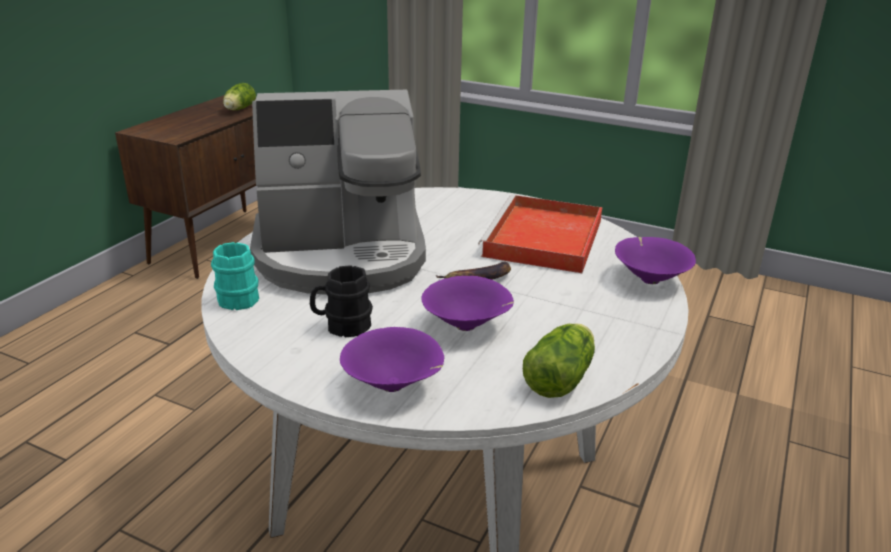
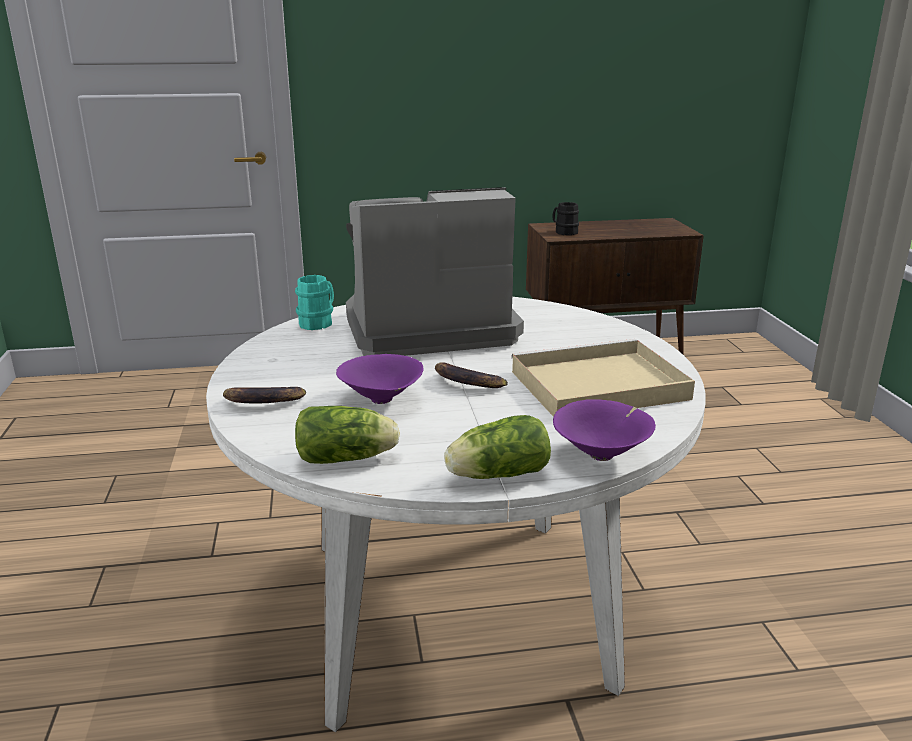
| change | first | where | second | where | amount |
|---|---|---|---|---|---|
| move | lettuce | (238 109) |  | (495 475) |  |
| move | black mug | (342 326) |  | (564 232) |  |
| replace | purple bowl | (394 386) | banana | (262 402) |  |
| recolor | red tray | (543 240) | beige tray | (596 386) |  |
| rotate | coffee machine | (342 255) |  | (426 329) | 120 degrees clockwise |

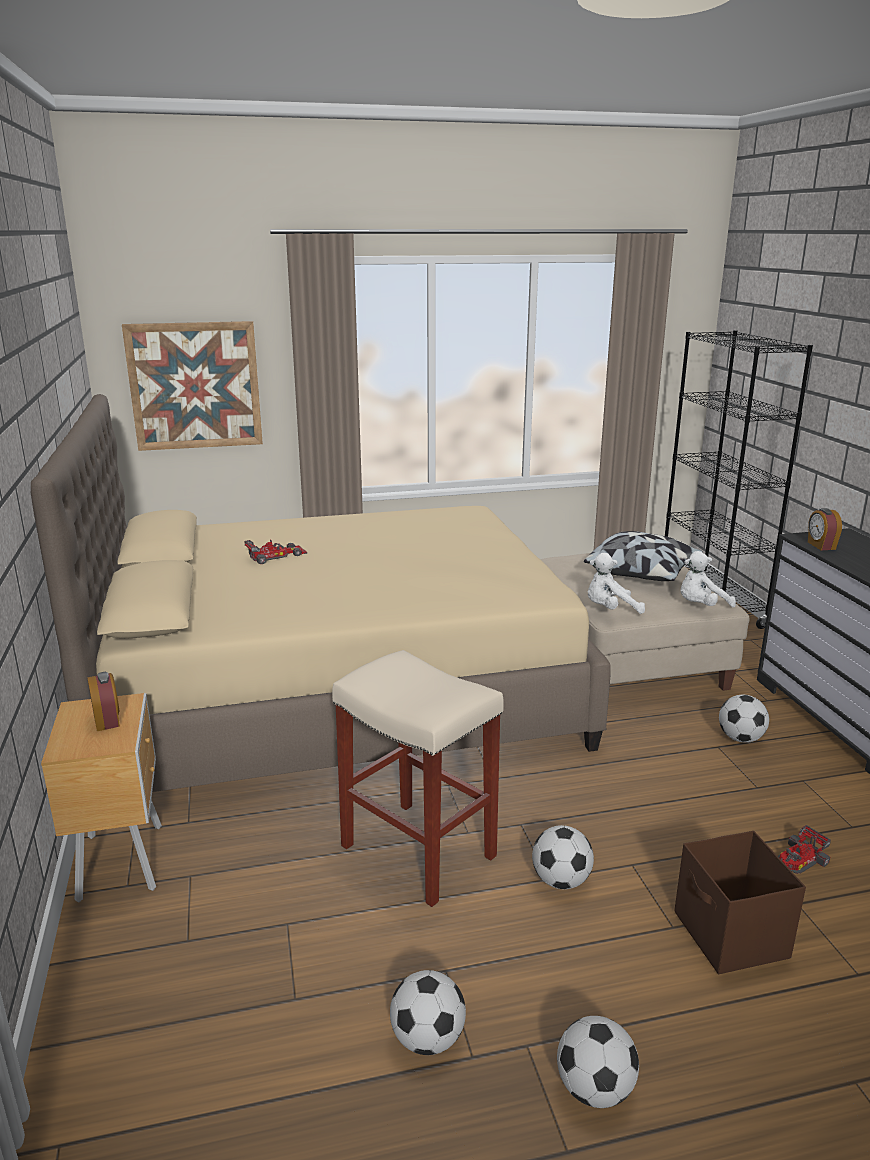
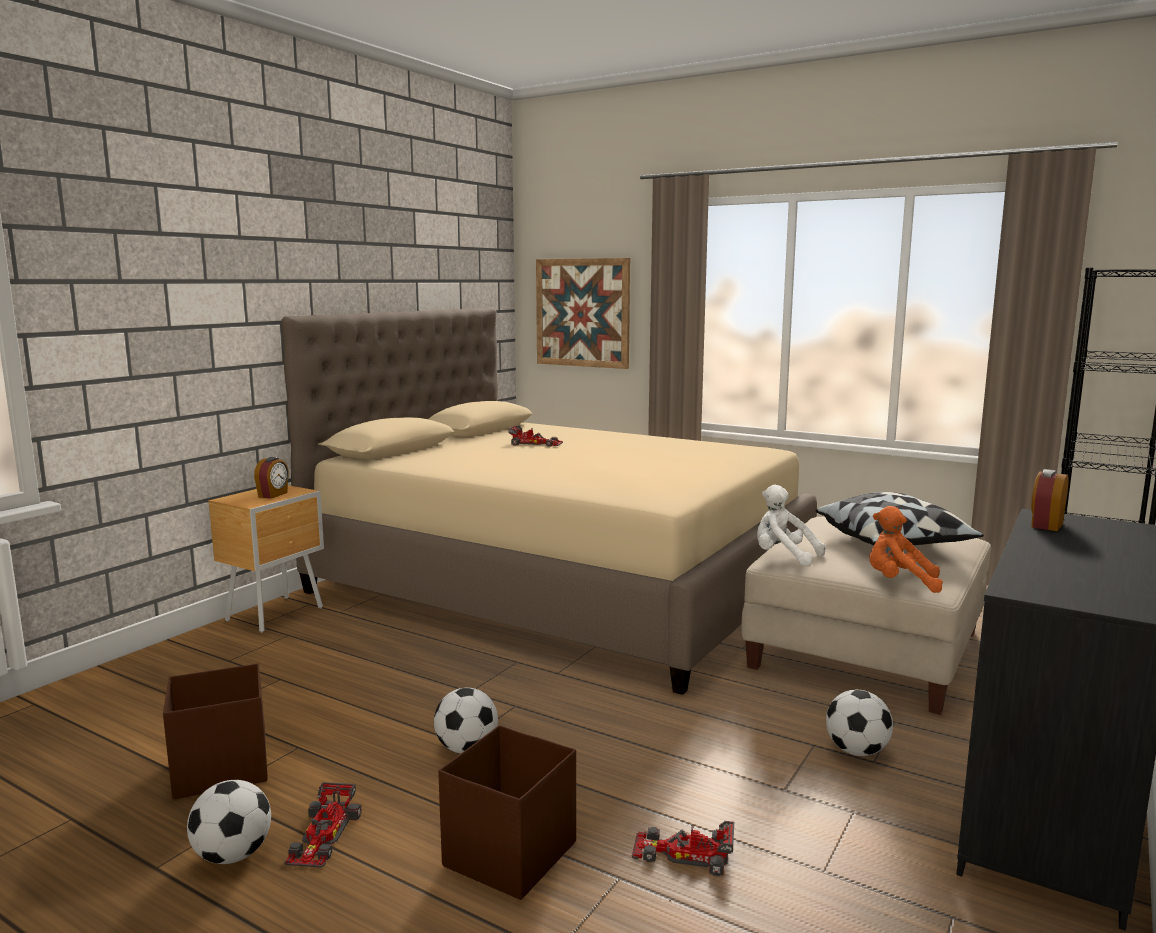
| change | first | where | second | where | amount |
|---|---|---|---|---|---|
| delete | beige stool | (416 851) |  |  |  |
| insert |  |  | toy car | (323 835) |  |
| replace | football | (427 1039) | brown storage box | (220 769) |  |
| recolor | white plush toy | (701 606) | orange plush toy | (899 583) |  |

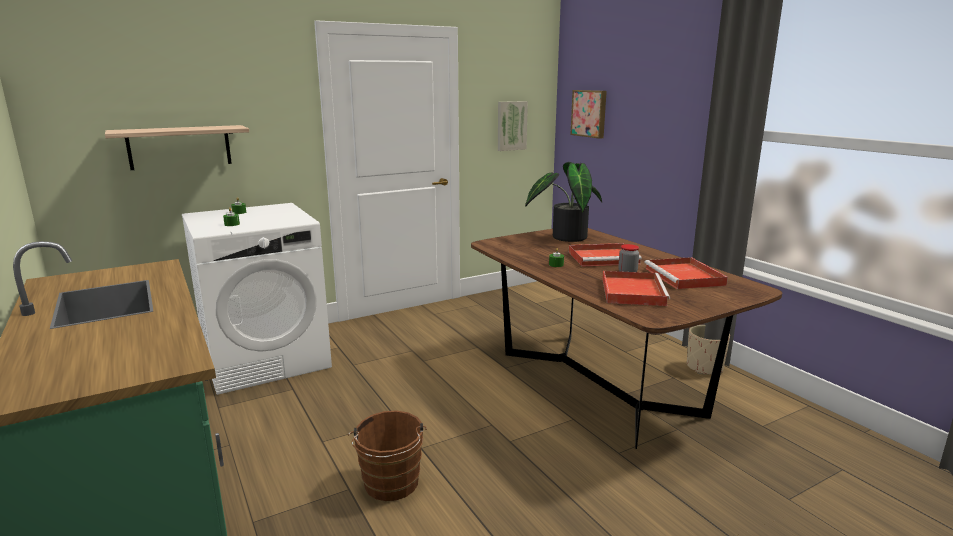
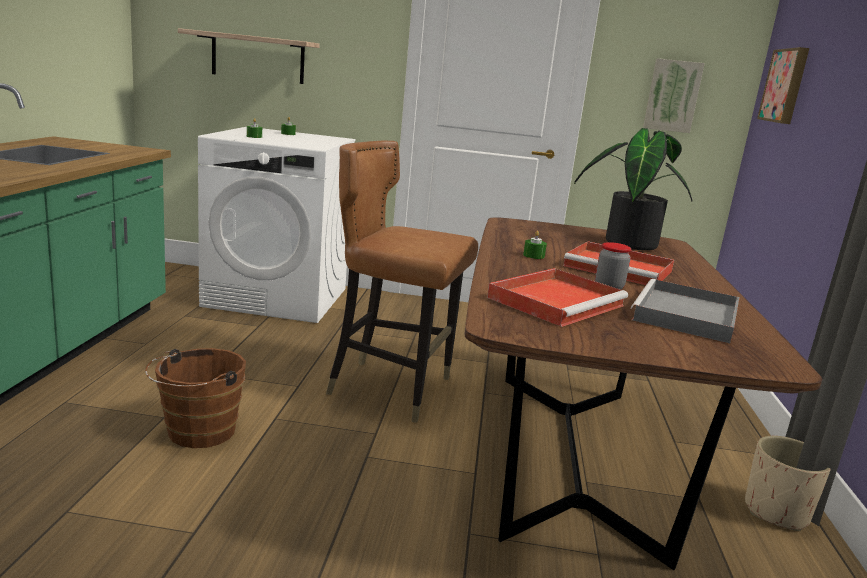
| change | first | where | second | where | amount |
|---|---|---|---|---|---|
| insert |  |  | brown chair | (391 388) |  |
| recolor | red tray | (685 277) | grey tray | (686 316) |  |

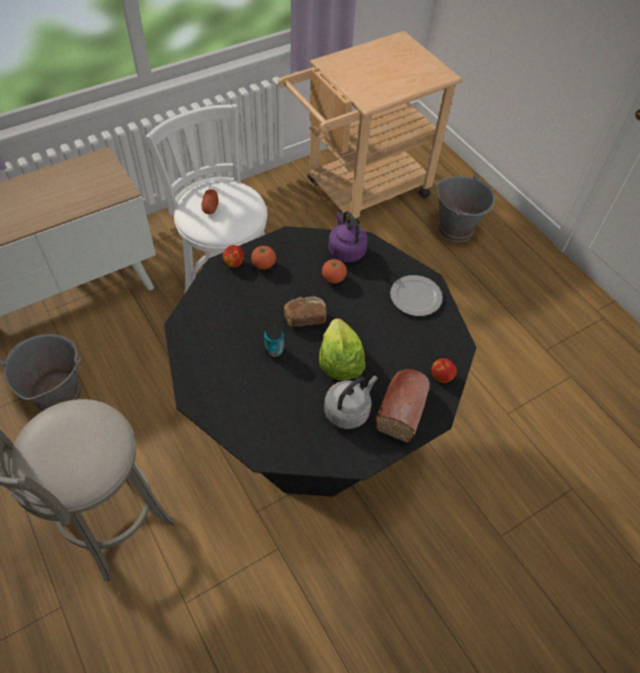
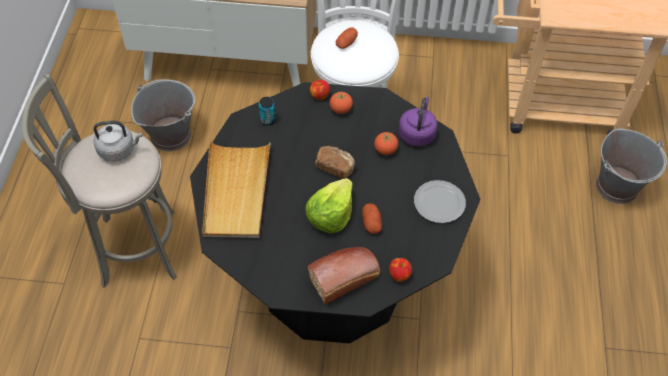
| change | first | where | second | where | amount |
|---|---|---|---|---|---|
| insert |  |  | beige tray | (236 192) |  |
| insert |  |  | potato | (371 223) |  |
| move | can | (274 350) |  | (268 120) |  |
| move | grey kettle | (348 410) |  | (119 150) |  |

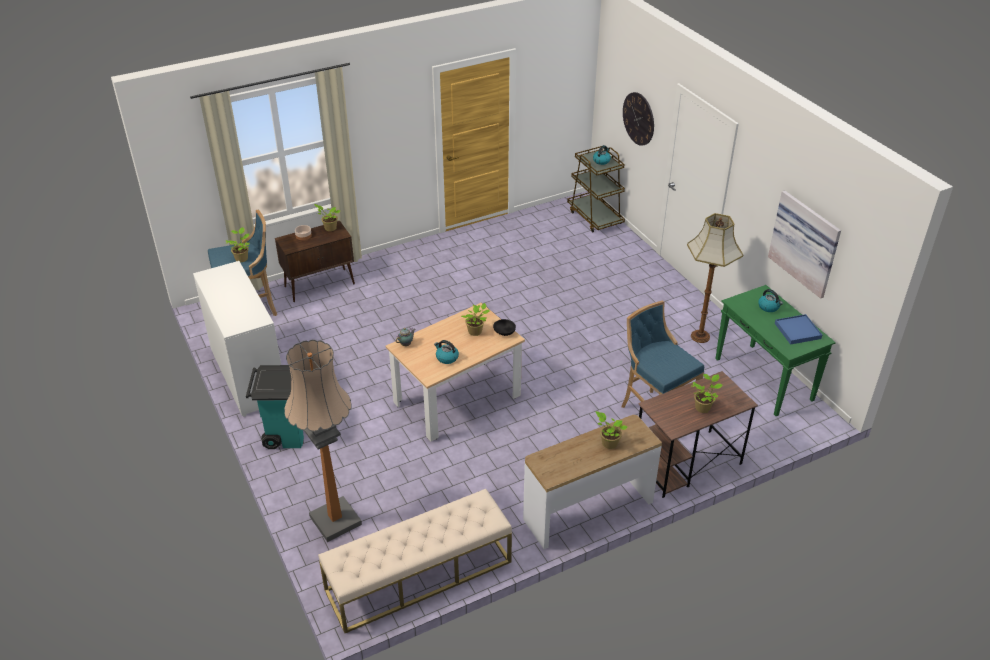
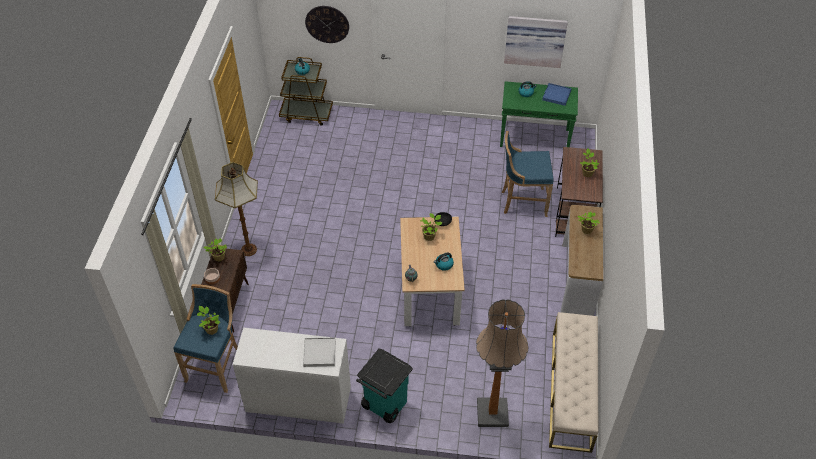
| change | first | where | second | where | amount |
|---|---|---|---|---|---|
| insert |  |  | white tray | (319 353) |  |
| move | floor lamp | (699 337) |  | (248 250) |  |

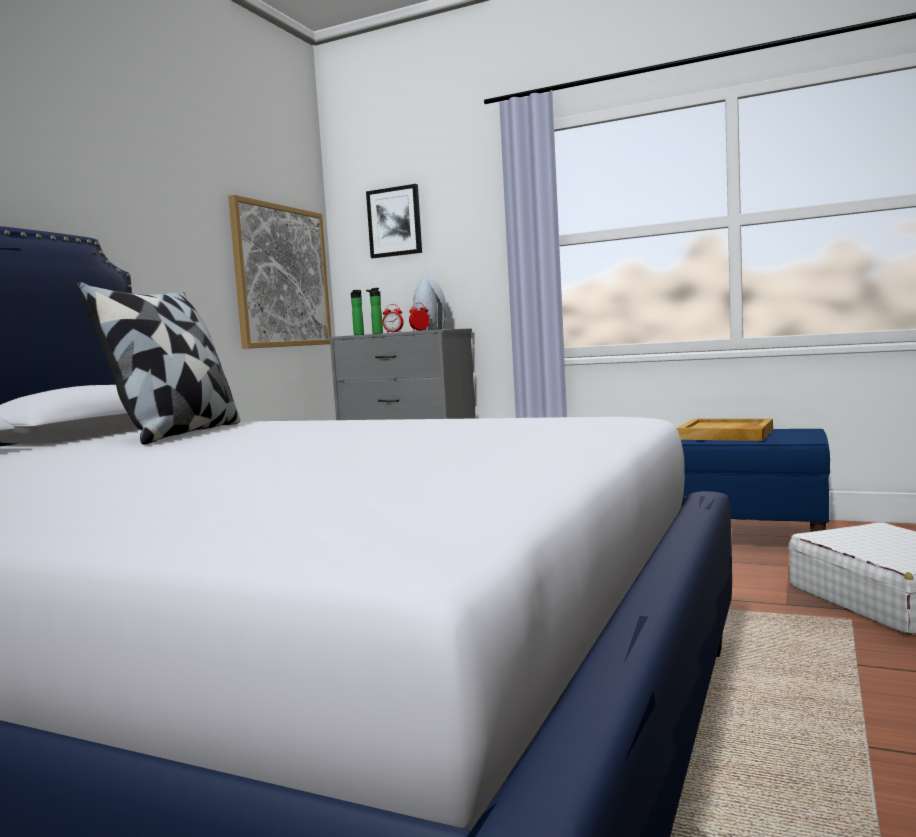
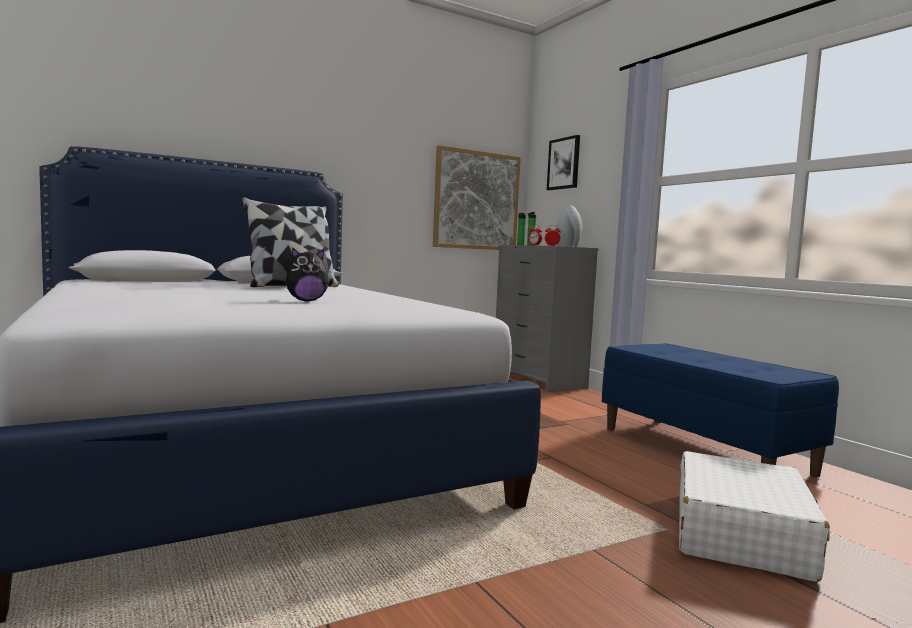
| change | first | where | second | where | amount |
|---|---|---|---|---|---|
| delete | beige tray | (726 434) |  |  |  |
| insert |  |  | plush toy | (306 301) |  |

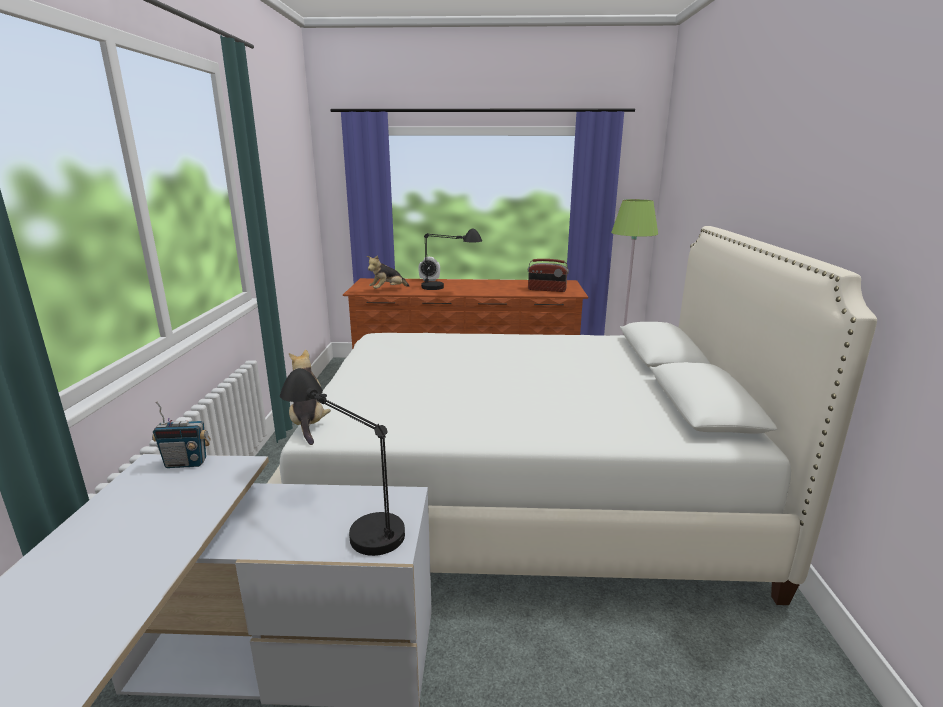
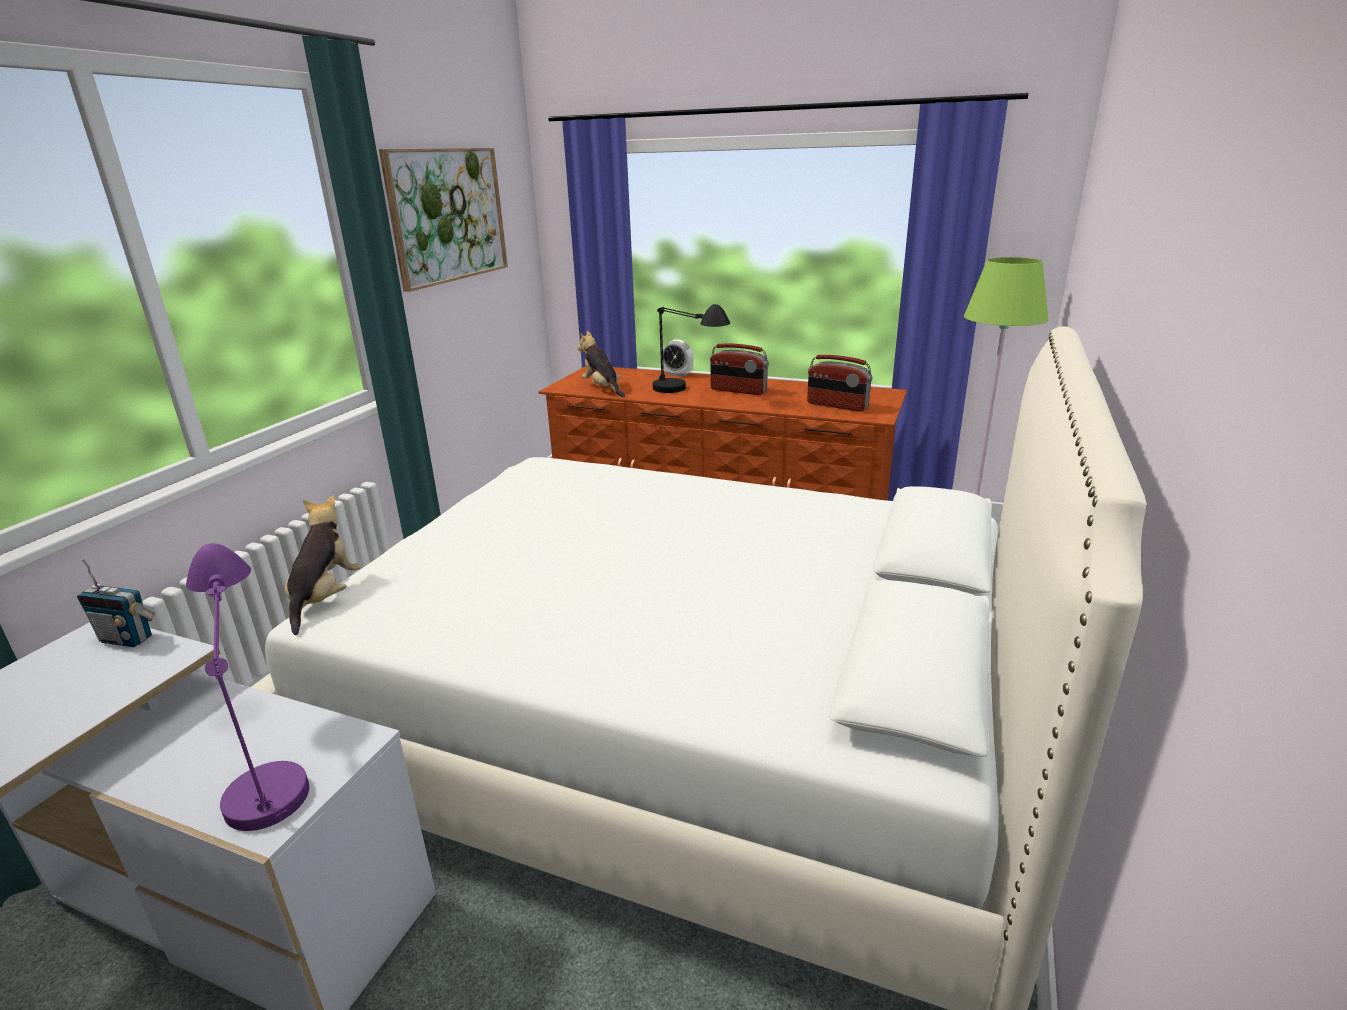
| change | first | where | second | where | amount |
|---|---|---|---|---|---|
| insert |  |  | picture | (448 215) |  |
| insert |  |  | radio | (738 391) |  |
| recolor | black table lamp | (348 516) | purple table lamp | (264 755) |  |
| rotate | plush toy | (387 290) |  | (602 388) | 75 degrees clockwise |

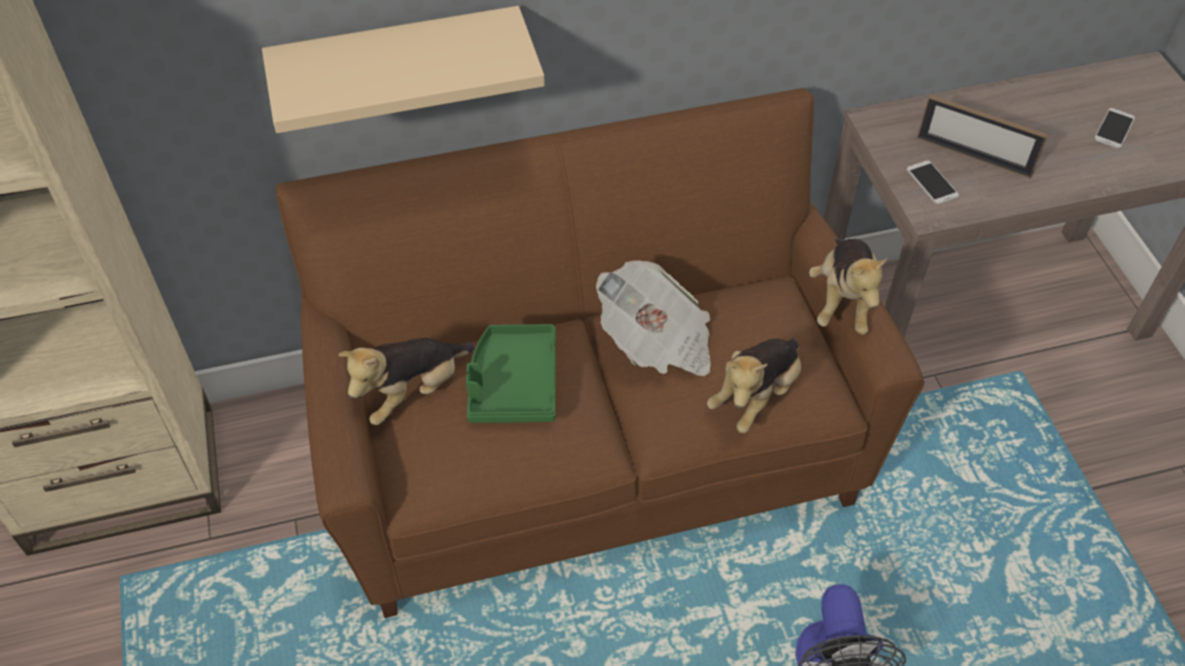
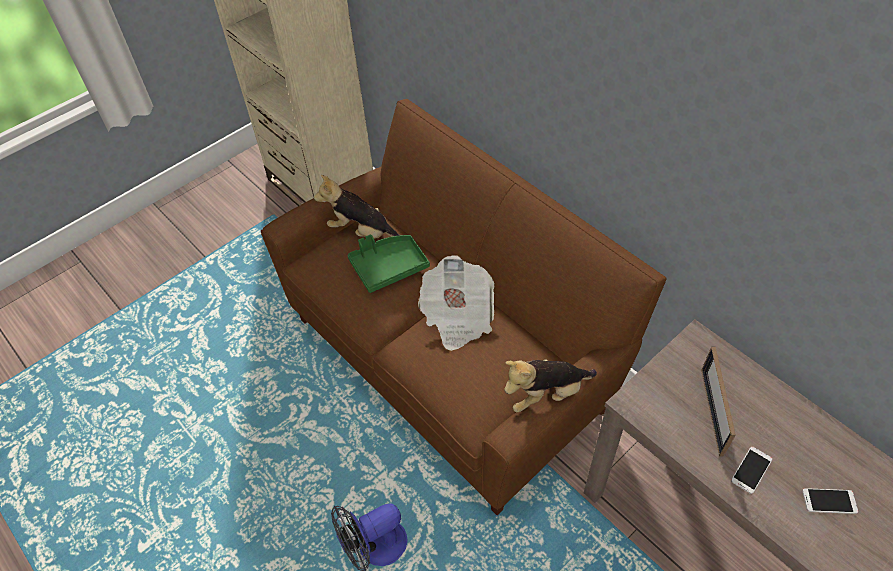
| change | first | where | second | where | amount |
|---|---|---|---|---|---|
| delete | beige shelf | (398 66) |  |  |  |
| delete | plush toy | (756 396) |  |  |  |
| move | phone | (932 183) |  | (751 470) |  |

